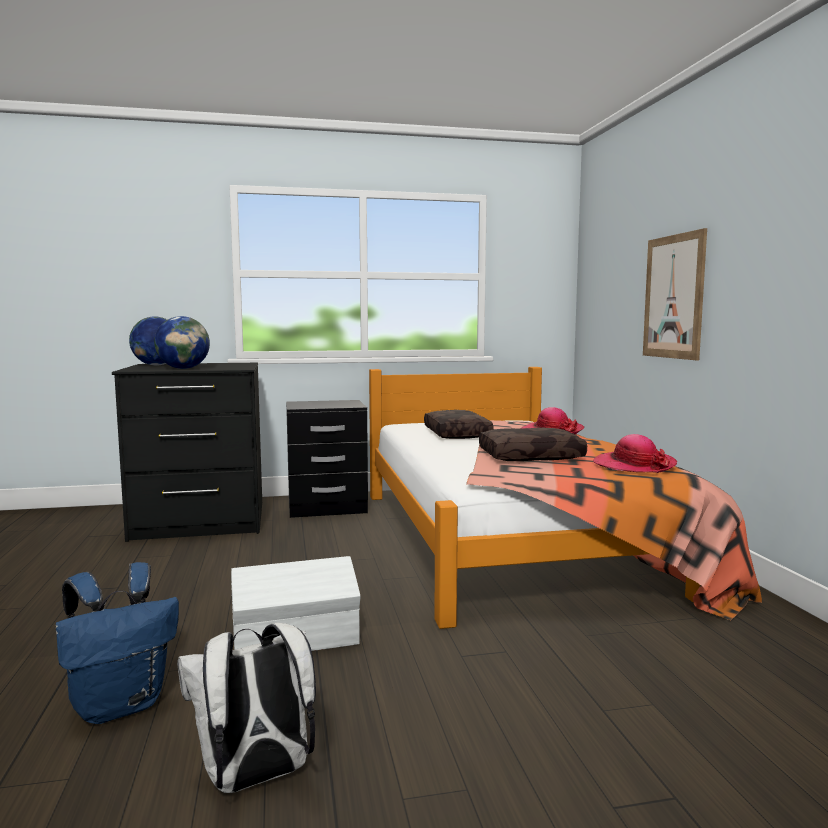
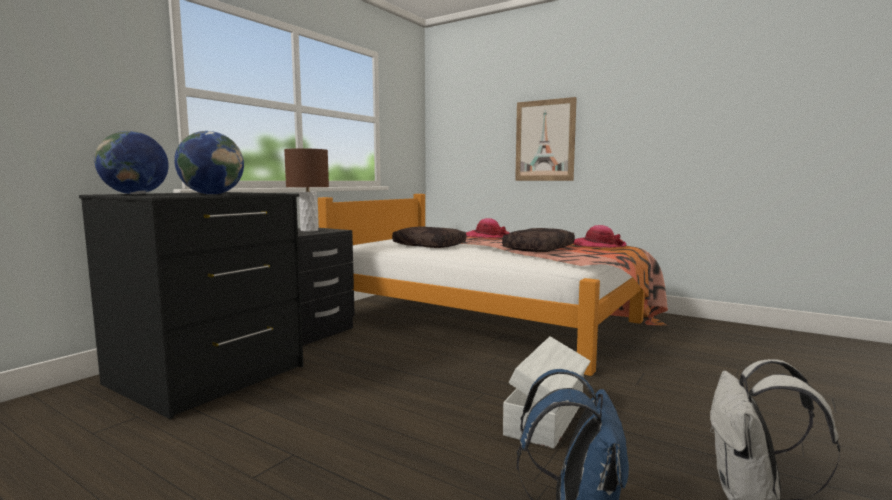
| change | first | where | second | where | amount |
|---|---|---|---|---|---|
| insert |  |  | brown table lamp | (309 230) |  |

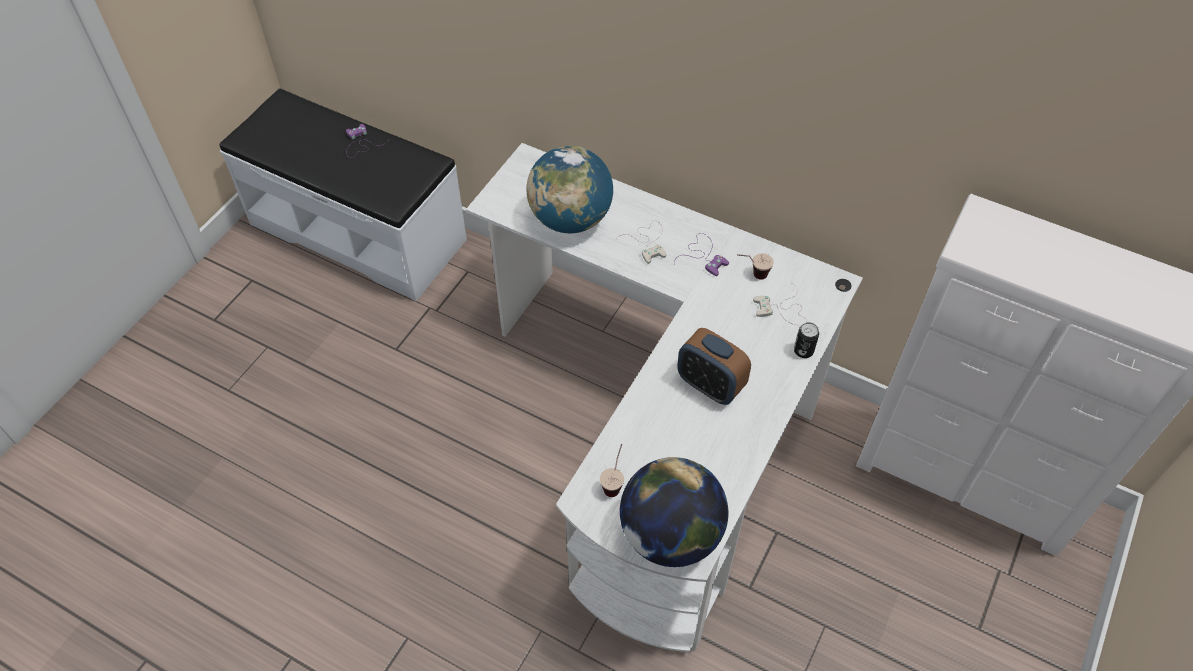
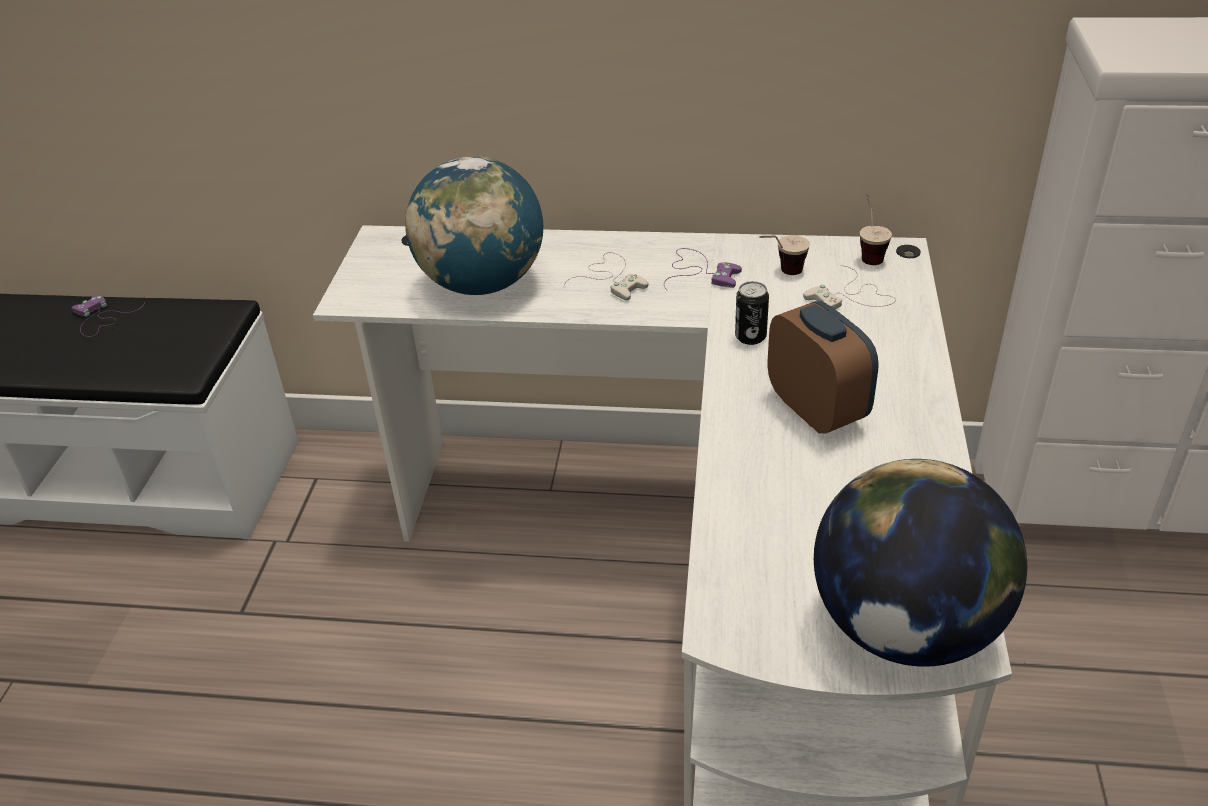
| change | first | where | second | where | amount |
|---|---|---|---|---|---|
| move | cup | (614 481) |  | (869 253) |  |
| move | can | (803 351) |  | (750 337) |  |
| rotate | alarm clock | (710 385) |  | (817 410) | 135 degrees counterclockwise |

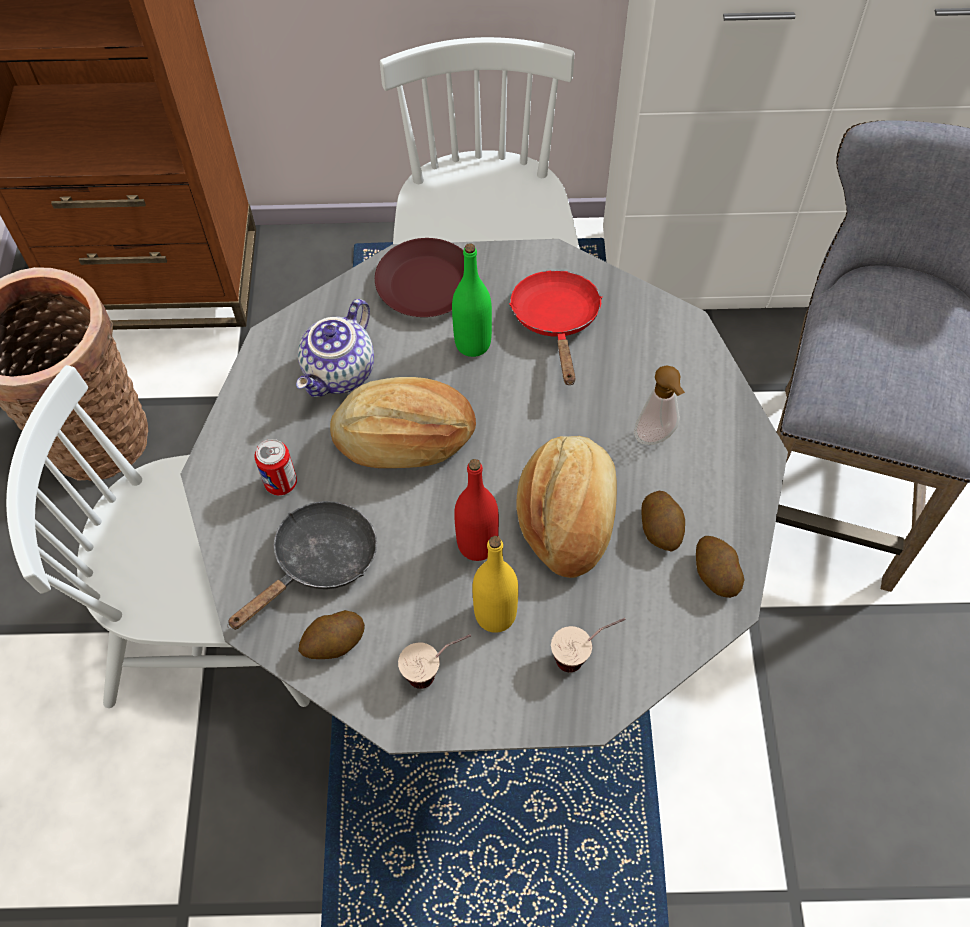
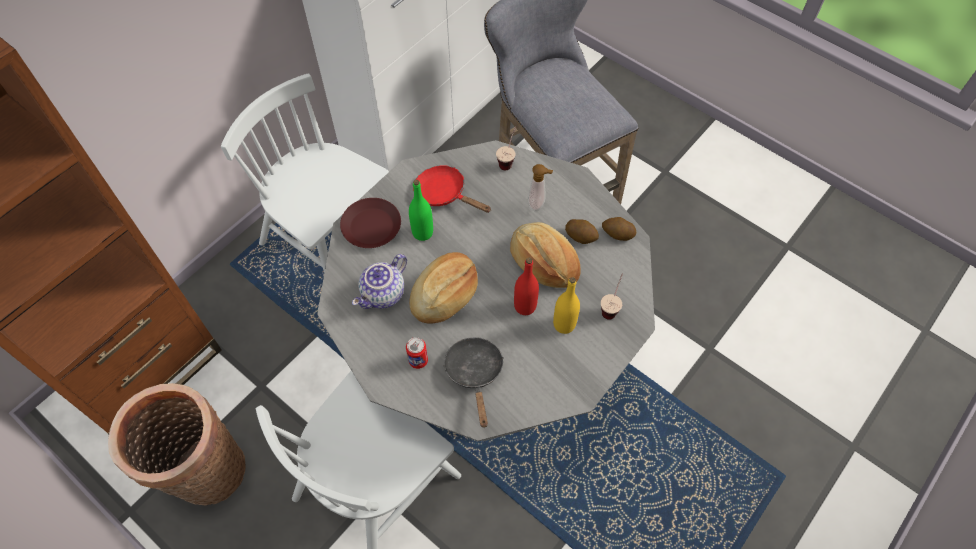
| change | first | where | second | where | amount |
|---|---|---|---|---|---|
| delete | potato | (334 643) |  |  |  |
| move | cup | (437 671) |  | (508 160) |  |
| rotate | teapot | (340 373) |  | (384 295) | 60 degrees clockwise |

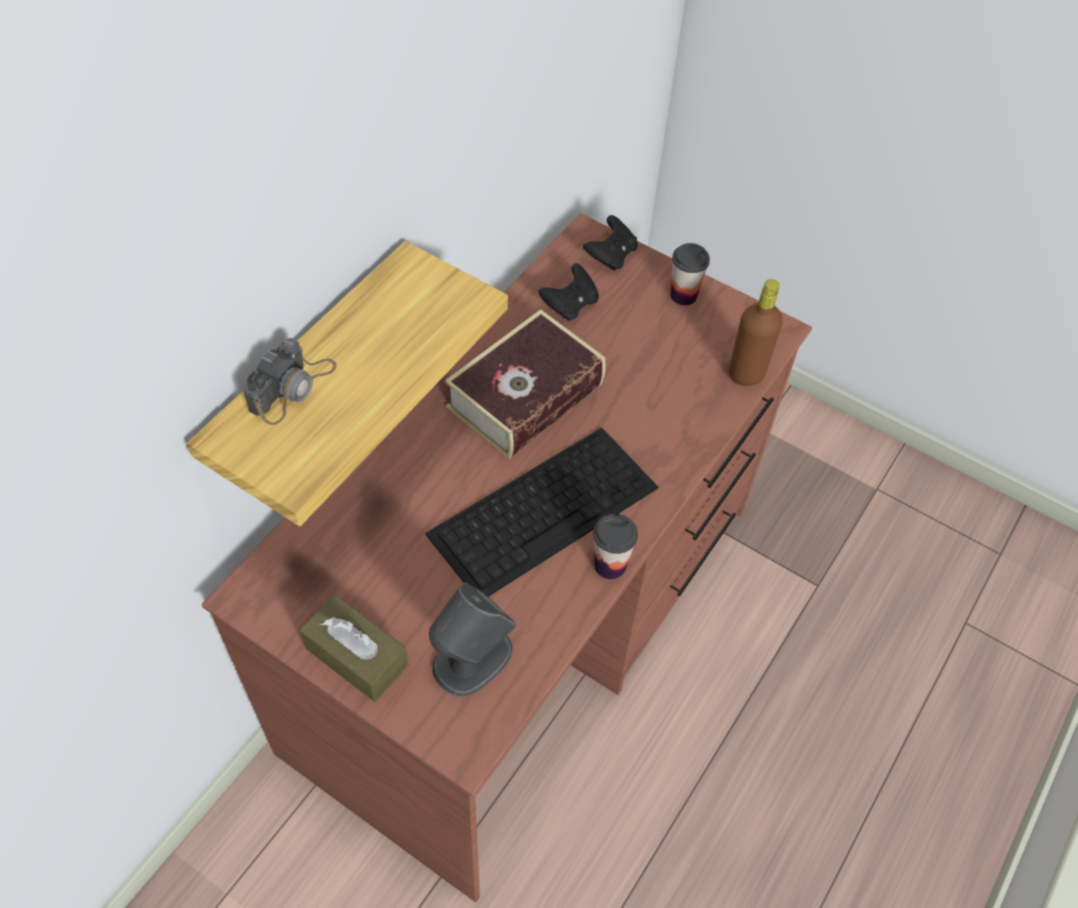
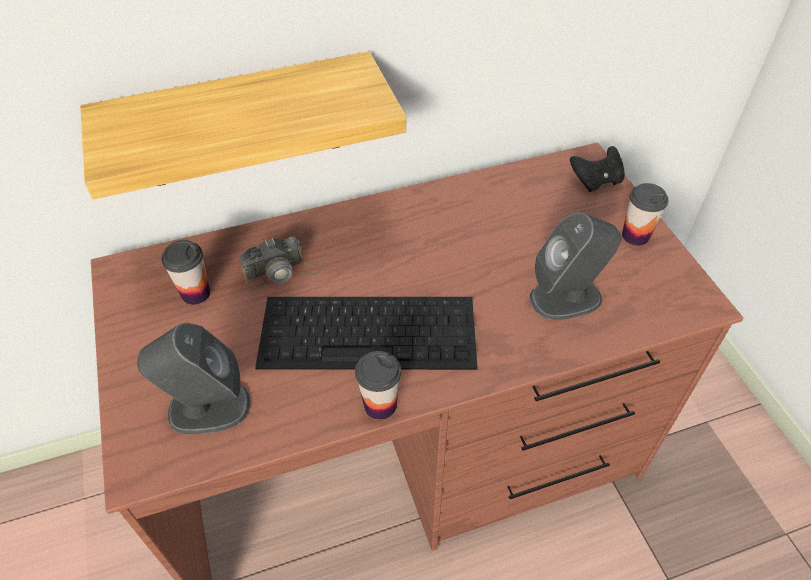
| change | first | where | second | where | amount |
|---|---|---|---|---|---|
| delete | brown tissue box | (356 656) |  |  |  |
| delete | book | (525 396) |  |  |  |
| delete | black game controller | (570 305) |  |  |  |
| delete | brown bottle | (746 373) |  |  |  |
| insert |  |  | cup | (195 293) |  |
| insert |  |  | grey speaker | (566 297) |  |
| move | photo camera | (292 387) |  | (282 272) |  |

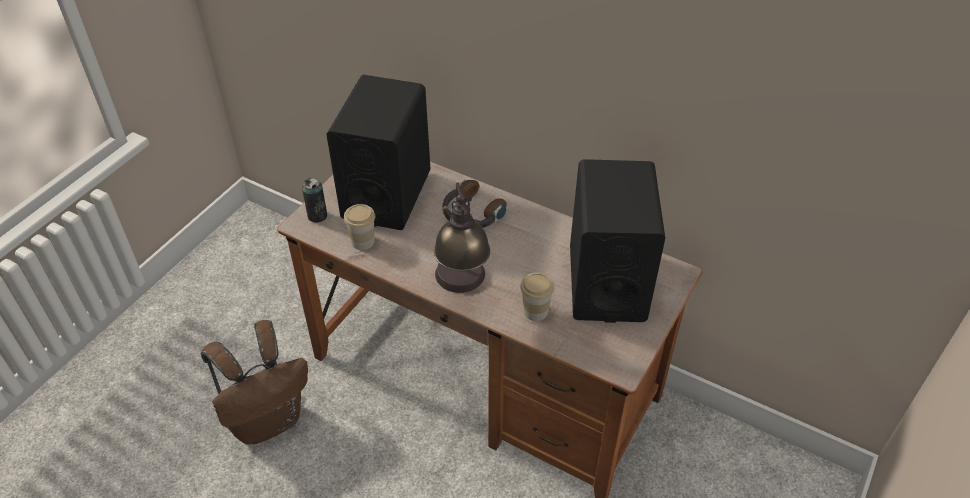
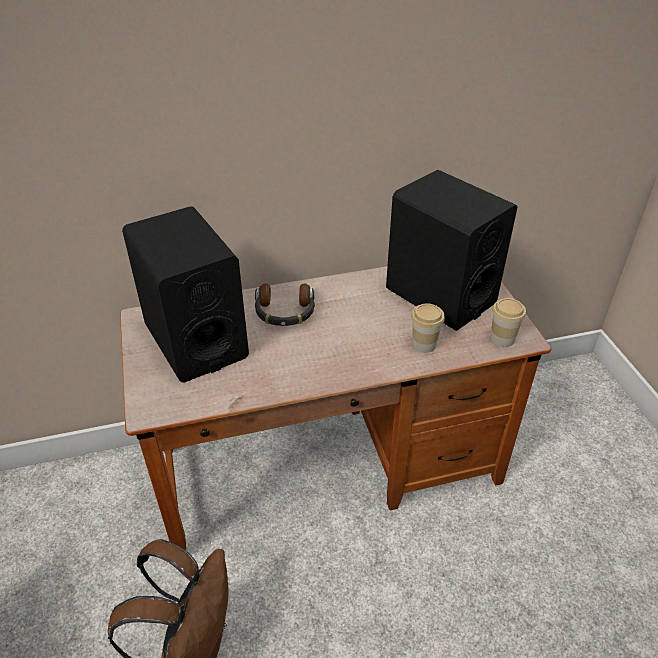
| change | first | where | second | where | amount |
|---|---|---|---|---|---|
| delete | can | (317 216) |  |  |  |
| delete | table lamp | (462 289) |  |  |  |
| move | cup | (363 241) |  | (502 338) |  |

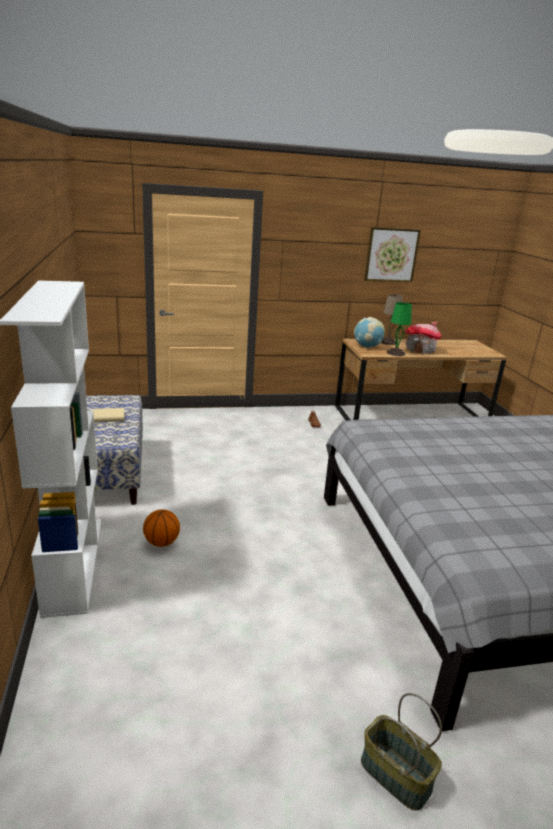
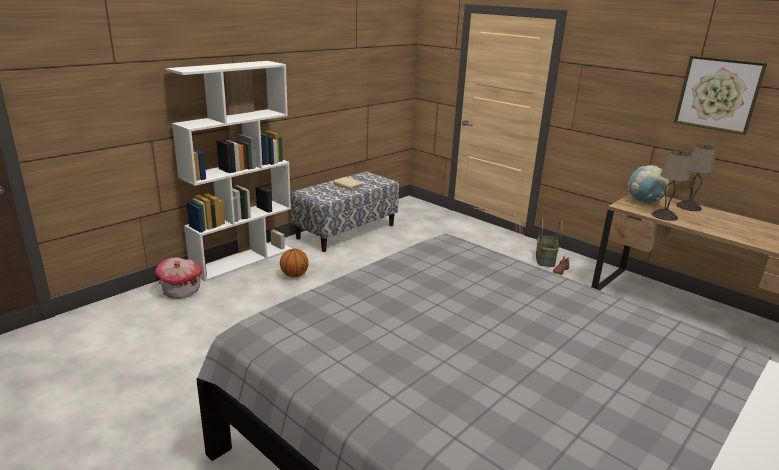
| change | first | where | second | where | amount |
|---|---|---|---|---|---|
| move | basket | (394 775) |  | (544 259) |  |
| move | toy house | (420 350) |  | (181 291) |  |
| recolor | green table lamp | (396 353) | beige table lamp | (665 216) |  |

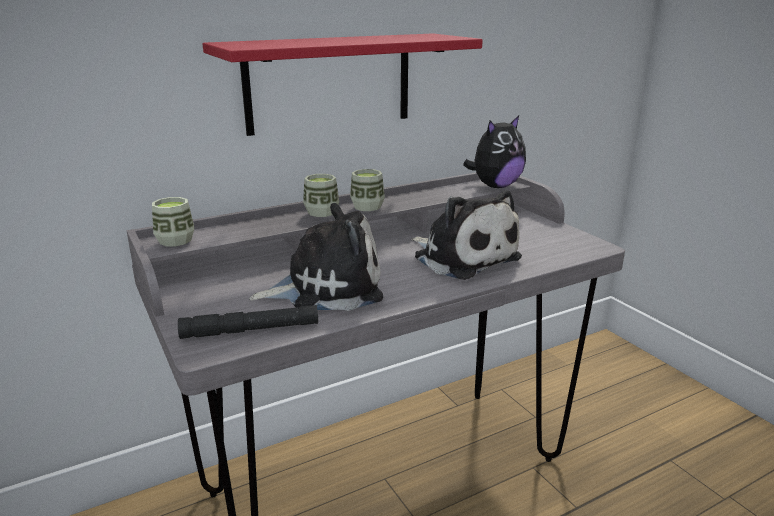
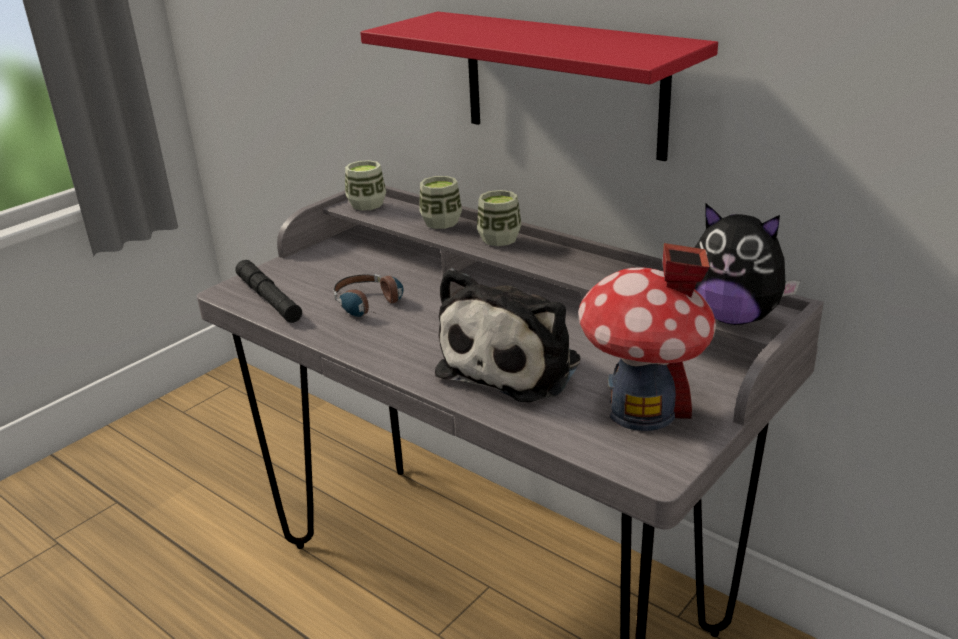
| change | first | where | second | where | amount |
|---|---|---|---|---|---|
| insert |  |  | toy house | (642 411) |  |
| move | cup | (367 207) |  | (441 222) |  |
| replace | plush toy | (327 287) | headphones | (373 307) |  |

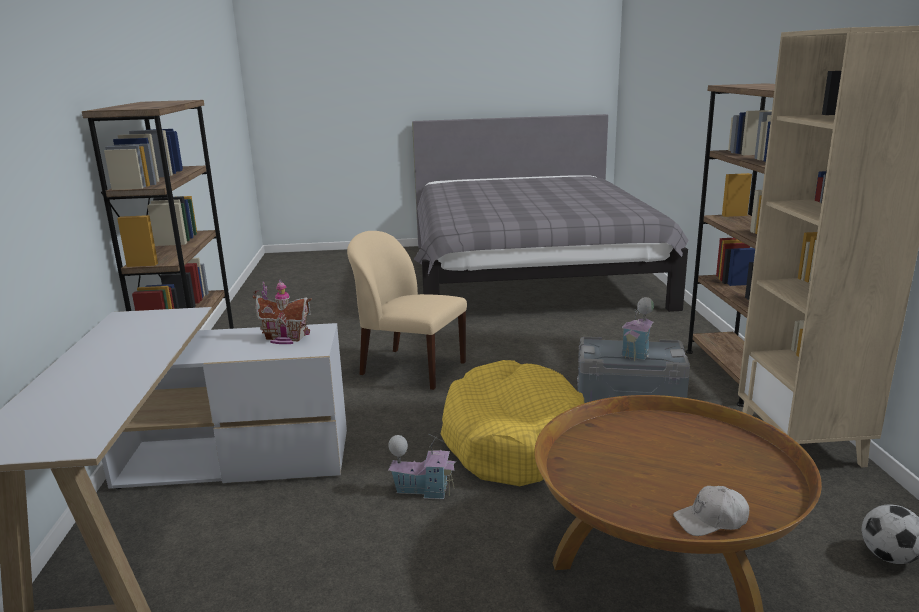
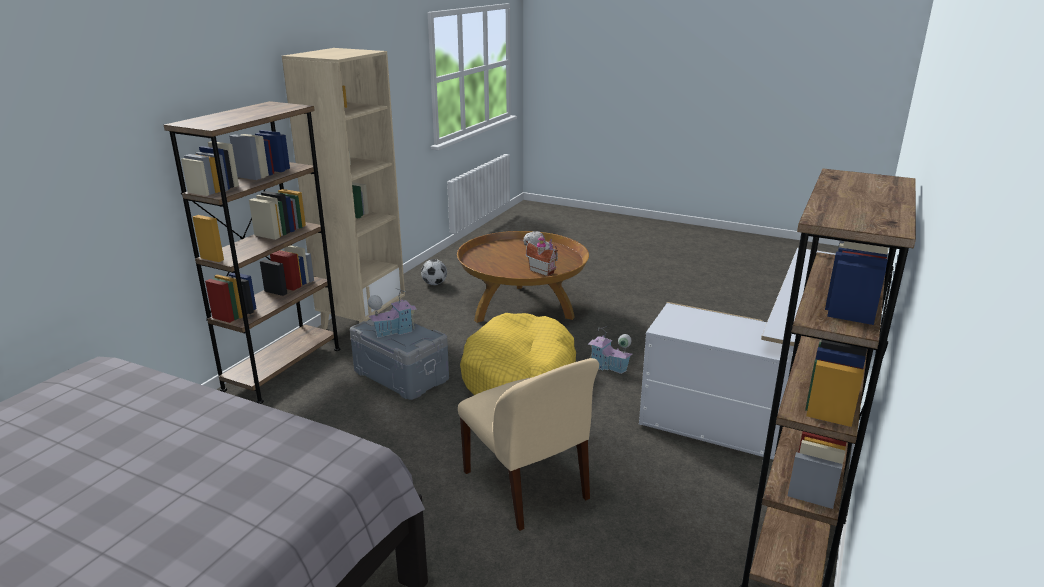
| change | first | where | second | where | amount |
|---|---|---|---|---|---|
| move | toy house | (285 339) |  | (543 271) |  |

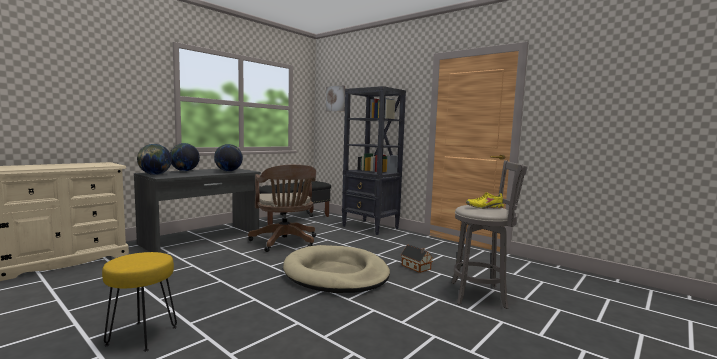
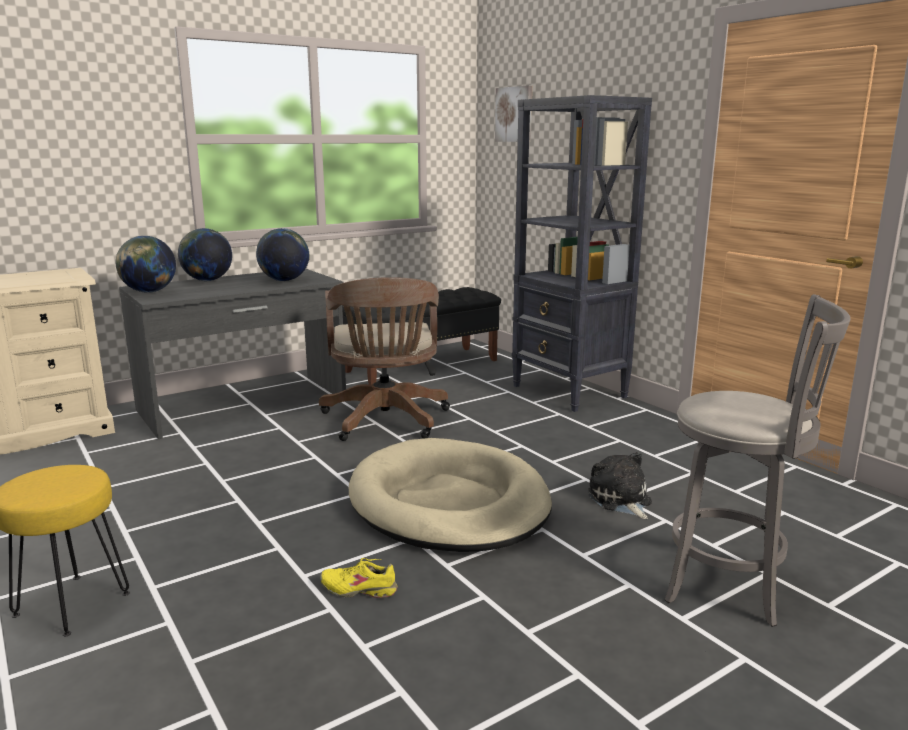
| change | first | where | second | where | amount |
|---|---|---|---|---|---|
| move | yellow shoe | (484 207) |  | (359 589) |  |
| replace | toy house | (416 267) | plush toy | (620 500) |  |

